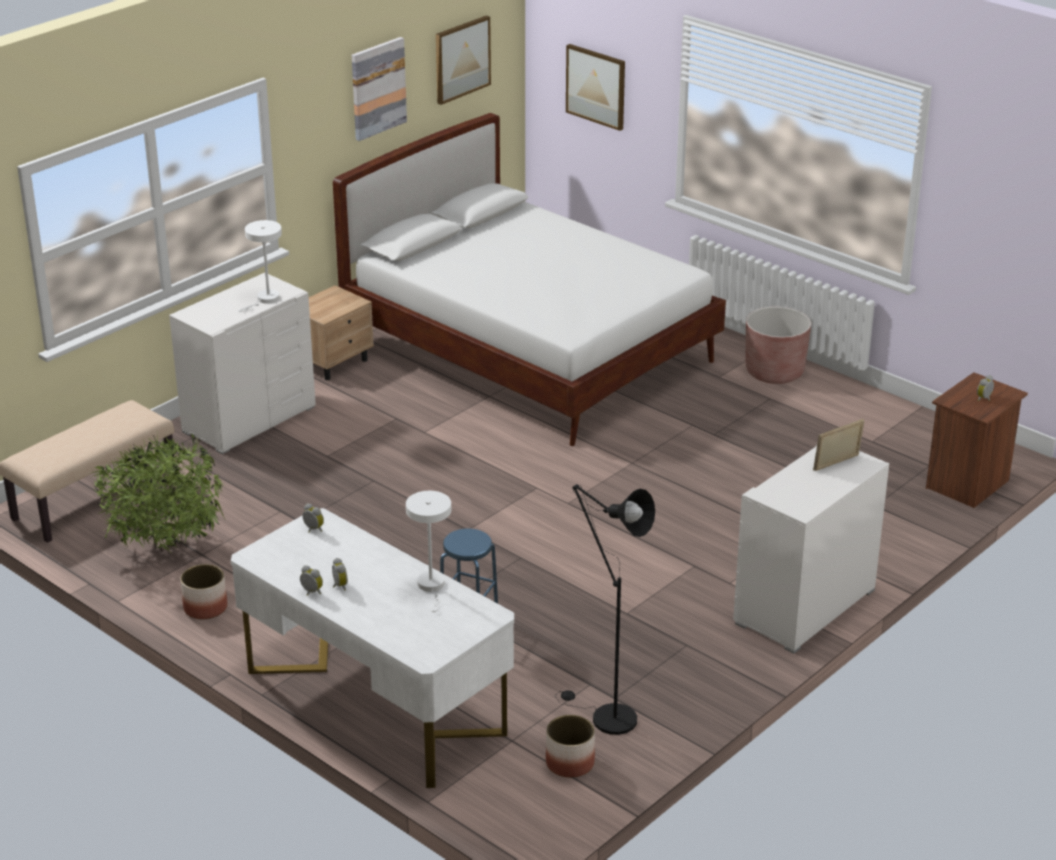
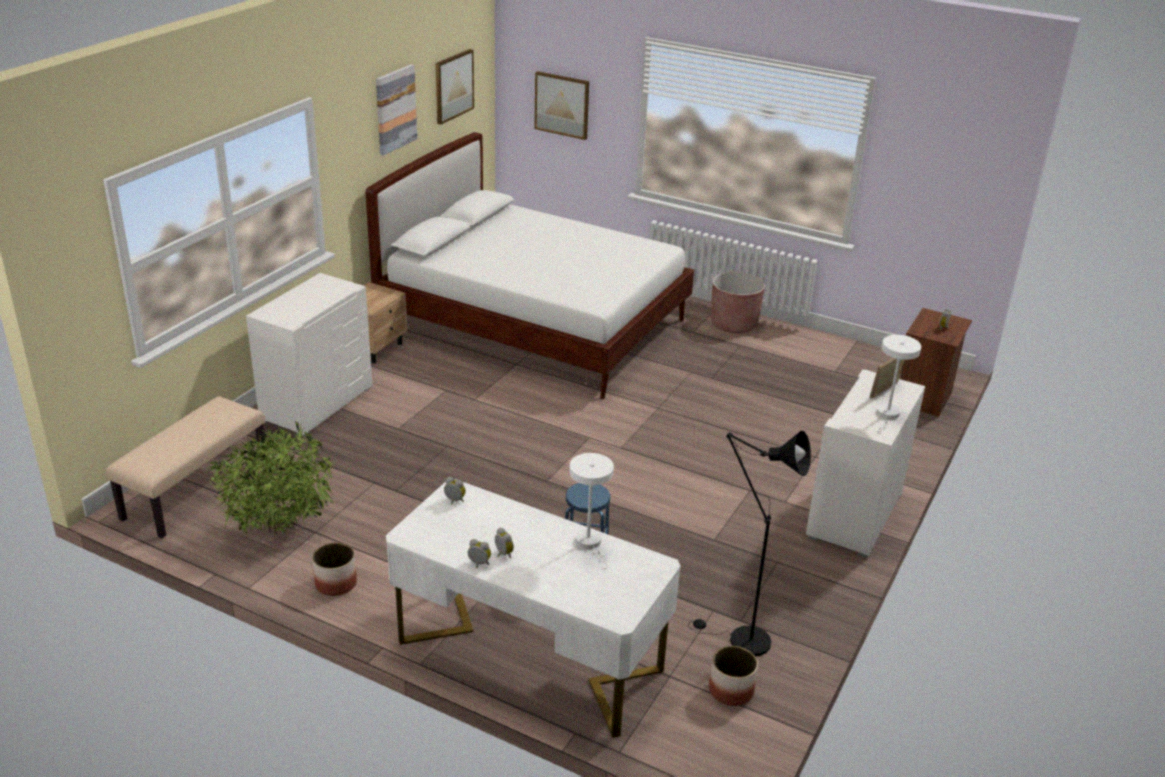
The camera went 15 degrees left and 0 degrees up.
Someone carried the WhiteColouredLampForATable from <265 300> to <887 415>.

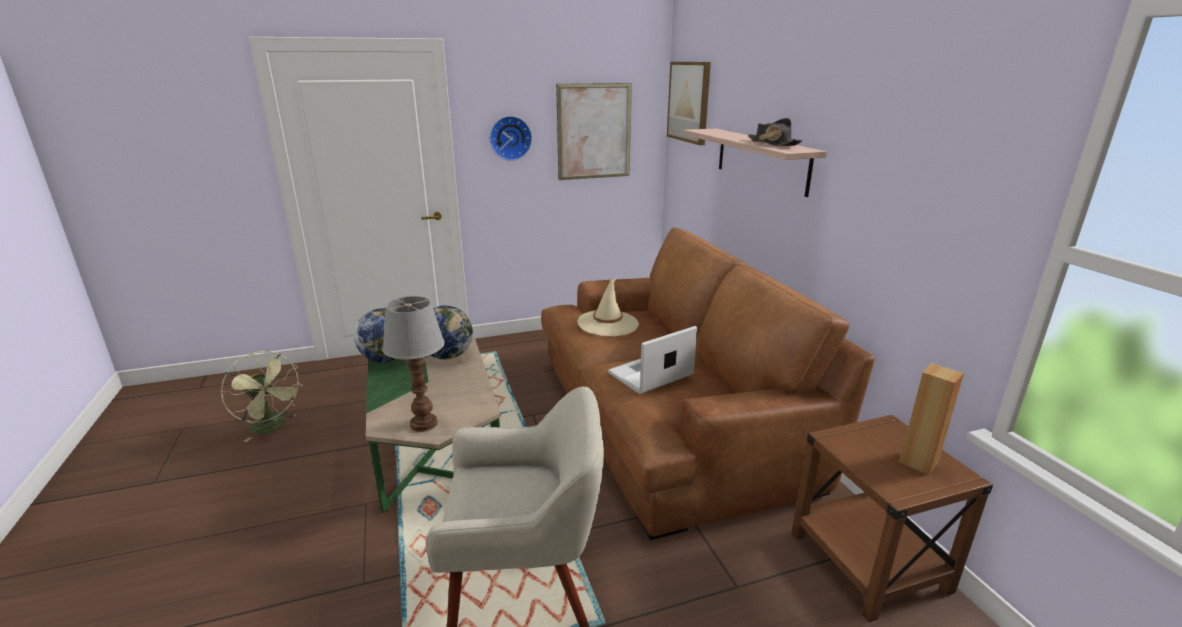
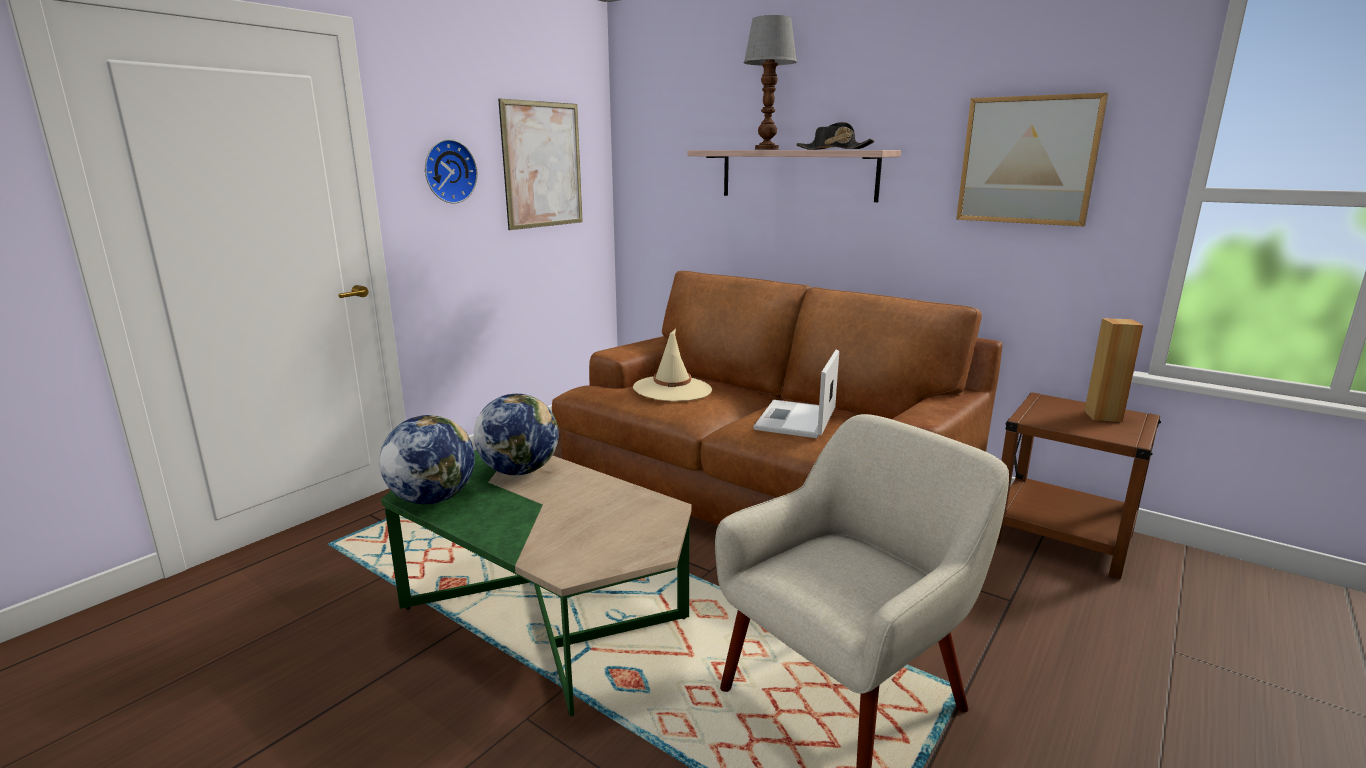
The camera went 35 degrees left and 5 degrees down.
Someone carried the LampForATable from <425 424> to <767 149>.
Someone carried the WallArt from <689 102> to <1028 160>.
Someone took away the GreenFan at <273 427>.

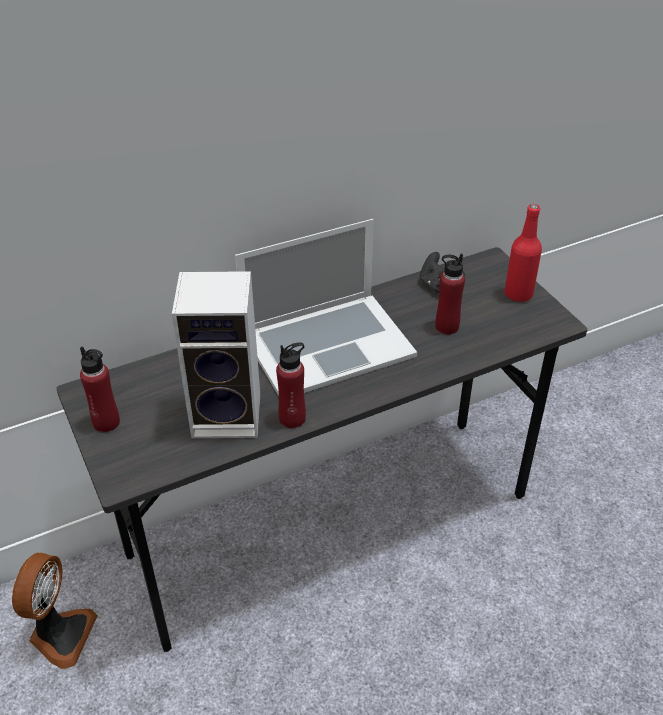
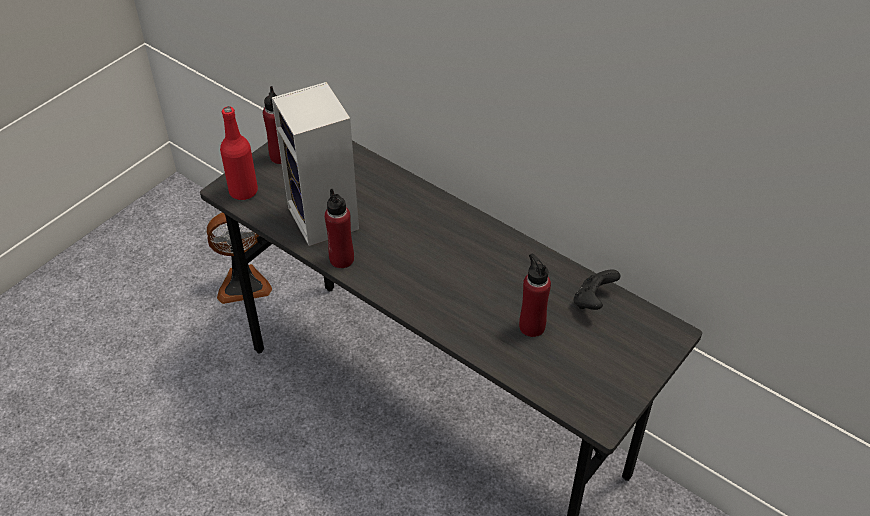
The camera went 65 degrees right and 5 degrees up.
Someone carried the ReddishBeverageBottle from <518 294> to <243 191>.
Someone took away the Laptop at <327 344>.

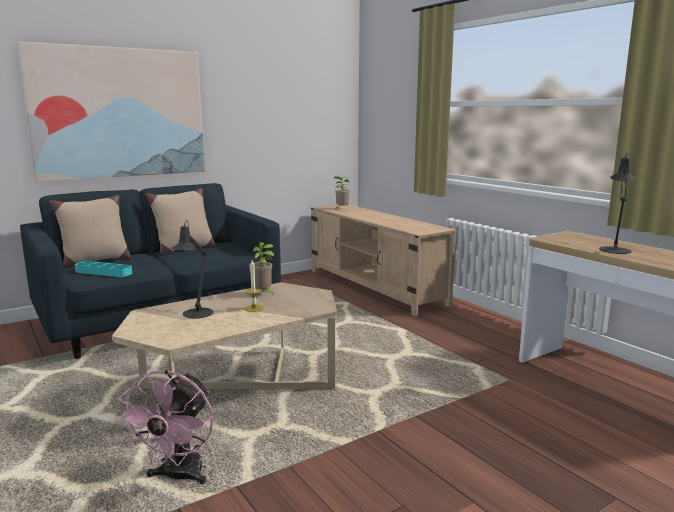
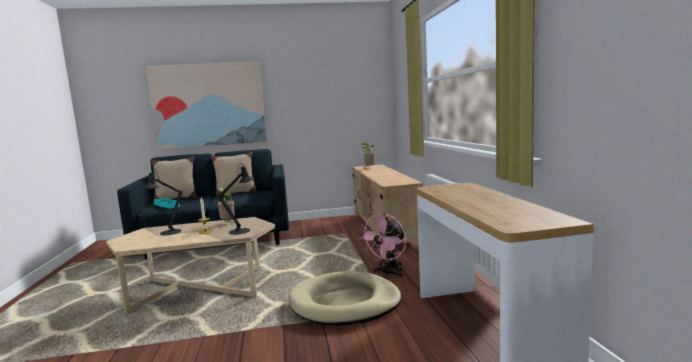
The camera went 25 degrees right and 5 degrees down.
Someone carried the BlackColouredLampForATable from <614 249> to <242 230>.
Someone put down the SandColouredDogCushion at <344 303>.
Someone carried the PinkColouredFan from <178 477> to <388 273>.

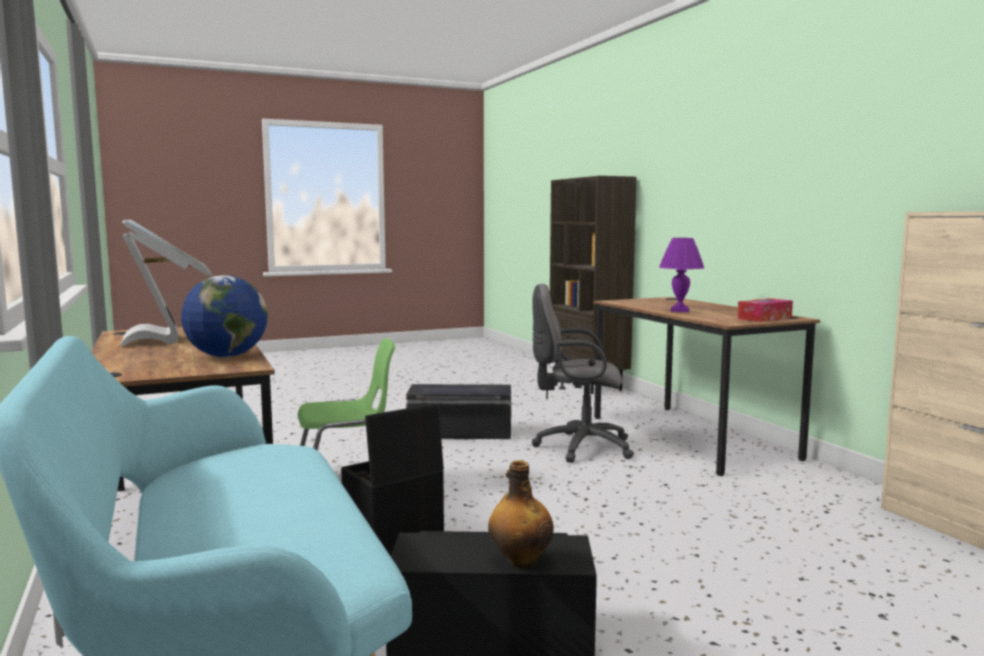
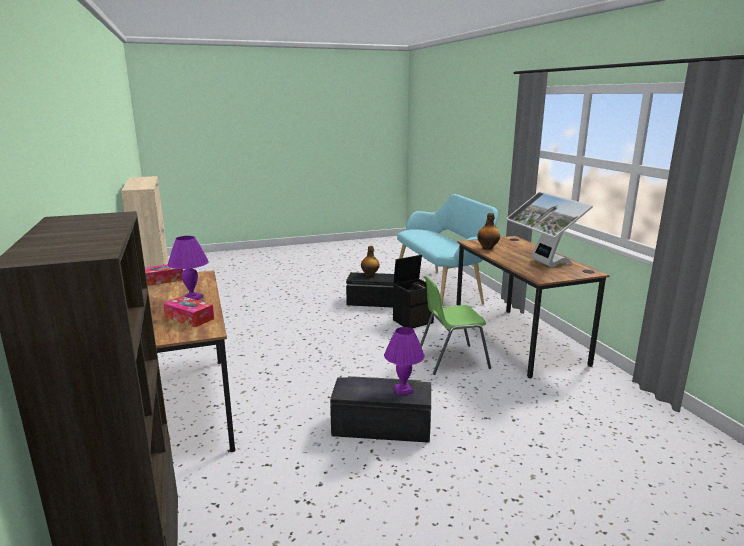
The camera went 175 degrees left and 10 degrees up.
Someone put down the TissueHolder at <189 318>.
Someone put down the PurplishLampForATable at <403 390>.
Someone swapped the WorldGlobe at <226 356> for the BeverageBottle at <488 248>.
Someone took away the GreyOfficeChair at <578 447>.

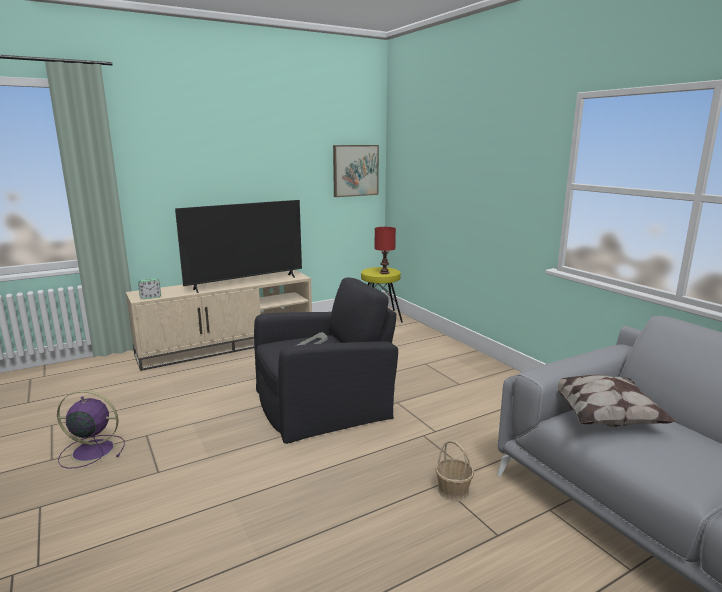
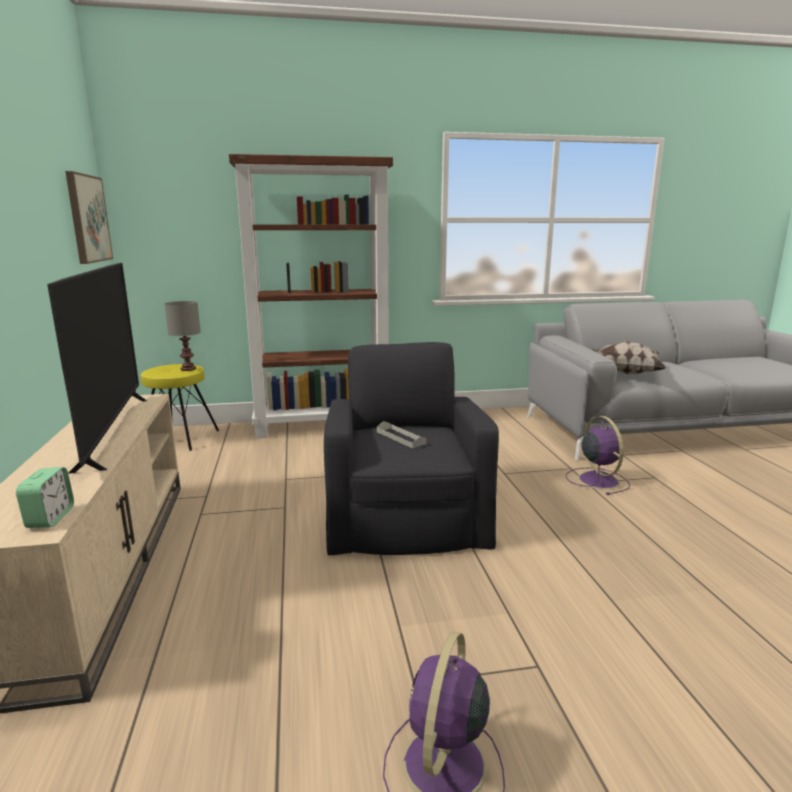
The camera went 70 degrees left and 0 degrees up.
Someone repainted the ReddishLampForATable at <384 273>, which became the GreyLampForATable at <188 369>.
Someone put down the BrownColouredShelvingUnit at <323 426>.
Someone swapped the HouseholdBasket at <453 490> for the PurplishFan at <597 480>.

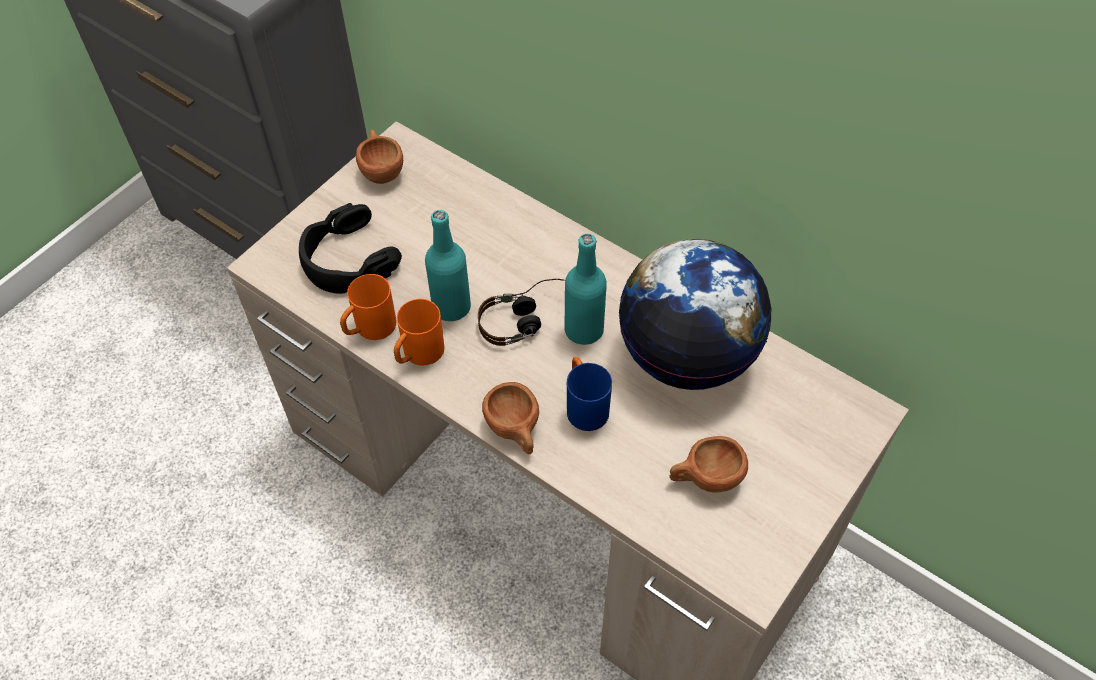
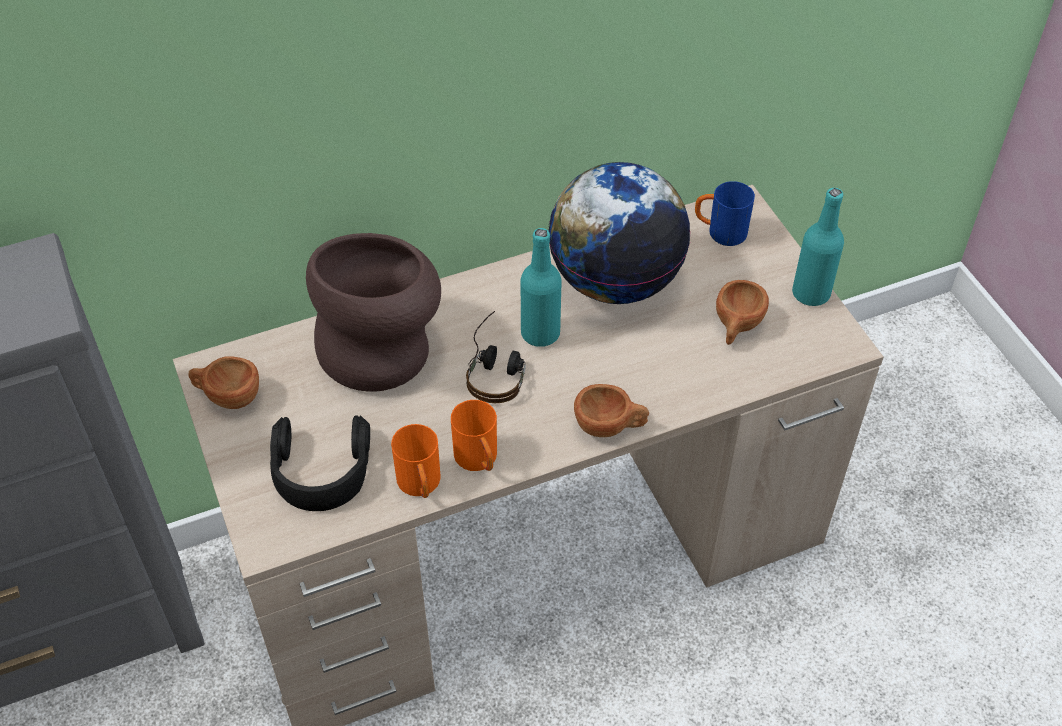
The camera went 60 degrees left and 5 degrees down.
Someone put down the BrownColouredVase at <382 349>.
Someone carried the BlueColouredCoffeeMug from <584 406> to <719 232>.
Someone carried the TurquoiseBeverageBottle from <451 307> to <811 293>.

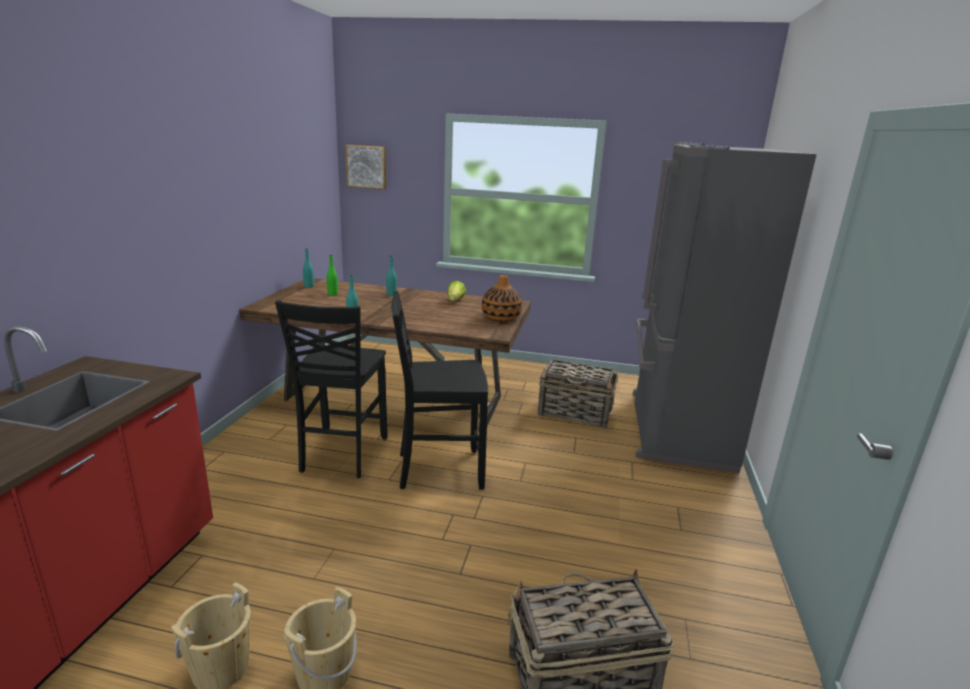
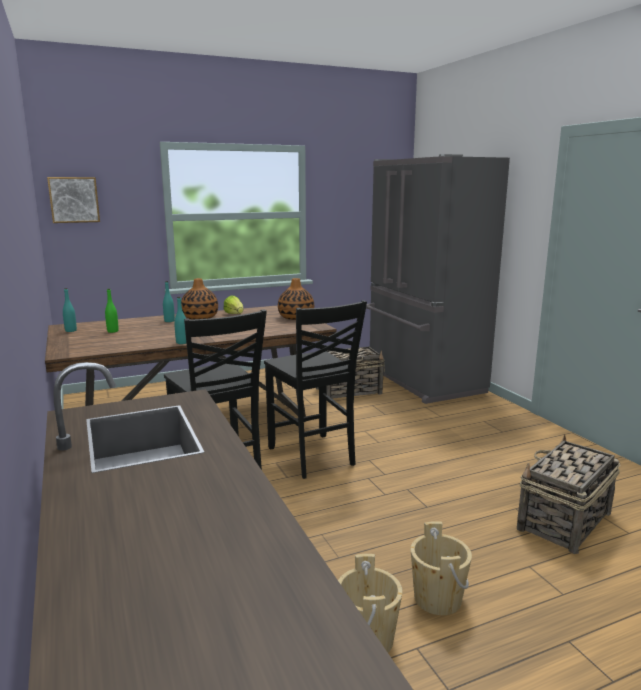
The camera went 35 degrees left and 5 degrees down.
Someone put down the Vase at <200 317>.
Someone rotated the BlackColouredChair at <438 469> by 75 degrees counterclockwise.

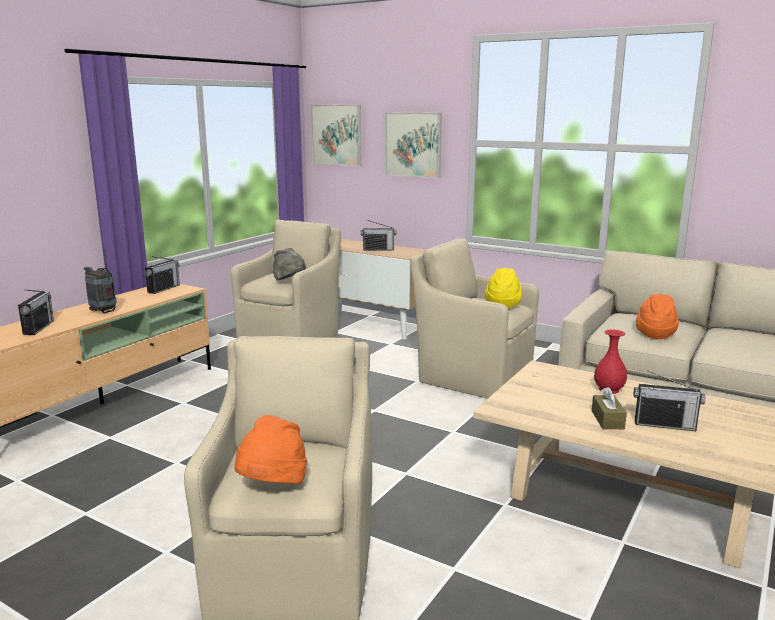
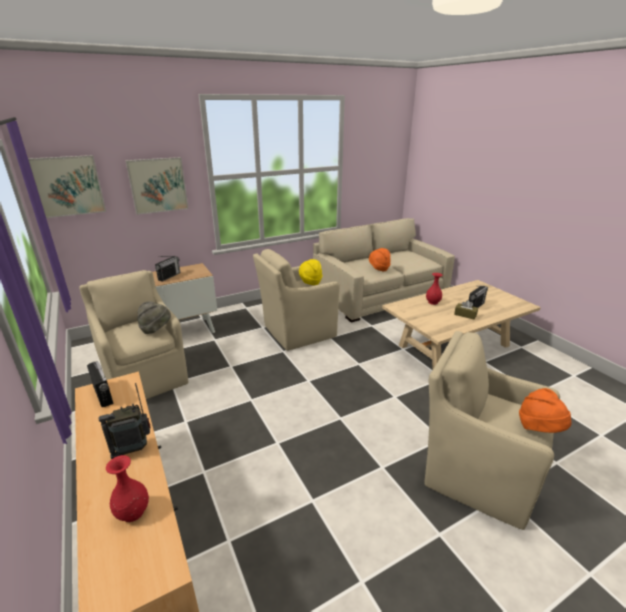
The camera went 60 degrees left and 10 degrees up.
Someone swapped the RadioSet at <38 328> for the ReddishVase at <132 512>.

